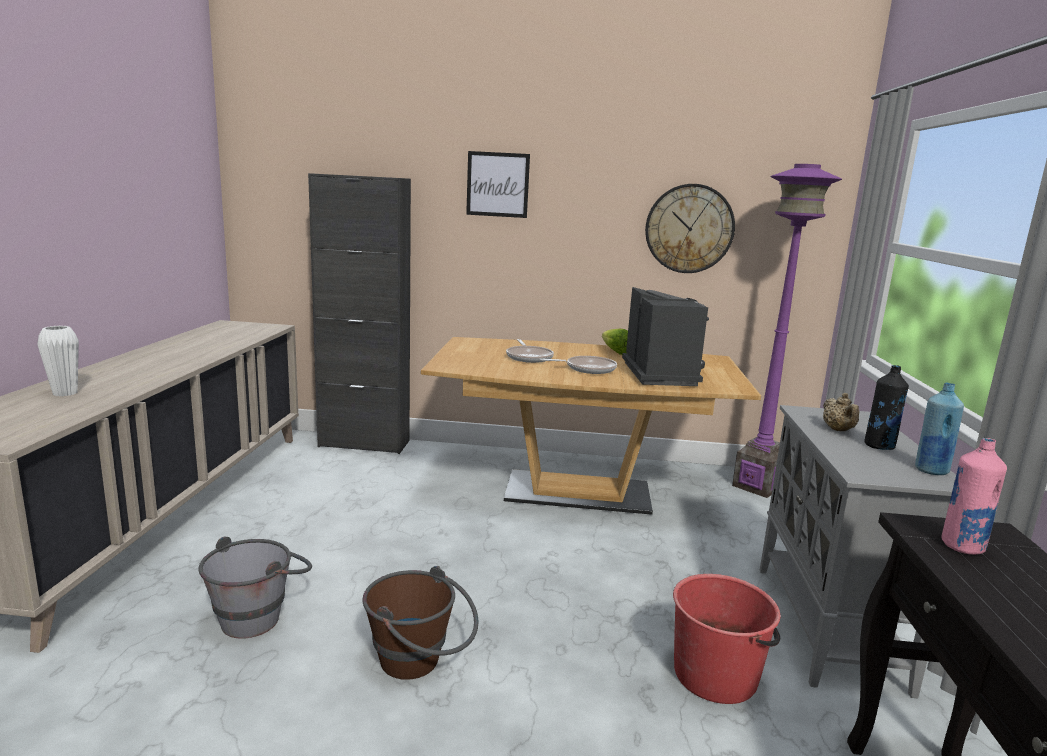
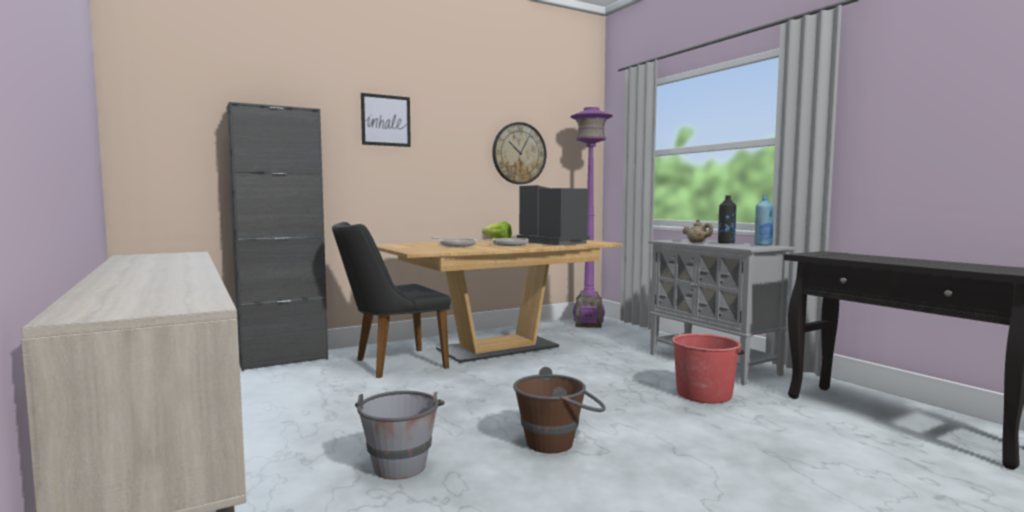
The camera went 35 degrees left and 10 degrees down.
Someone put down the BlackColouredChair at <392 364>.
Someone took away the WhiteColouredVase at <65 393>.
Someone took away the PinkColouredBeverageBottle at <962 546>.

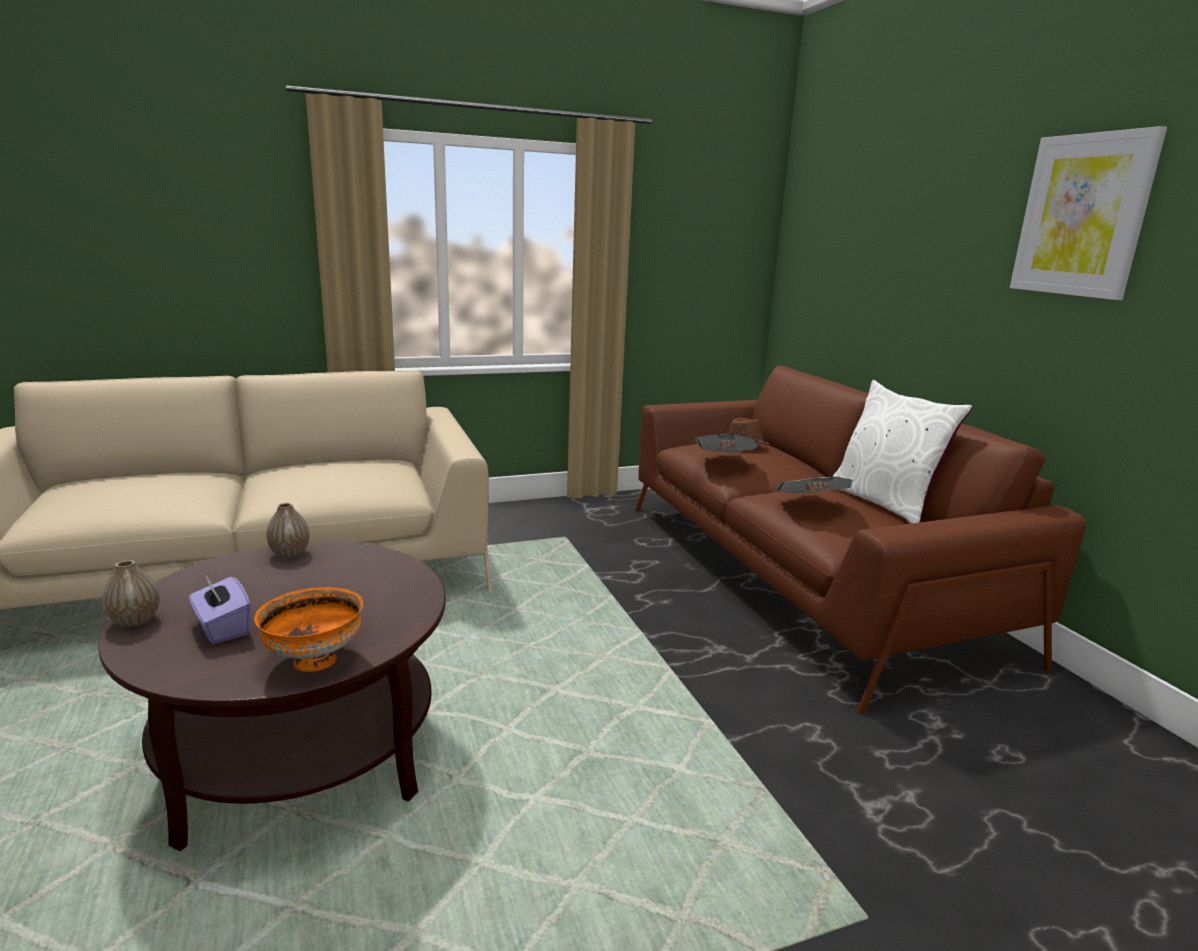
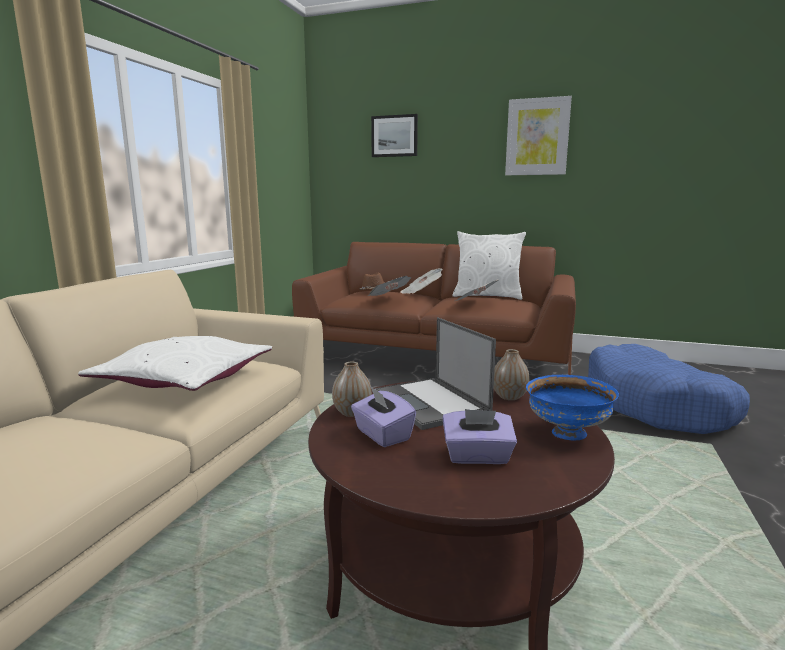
The camera went 50 degrees left and 5 degrees down.
Someone put down the WhiteColouredCushion at <184 378>.
Someone put down the PurplishTissueHolder at <382 435>.
Someone put up the WallArt at <394 136>.
Someone put down the Laptop at <431 403>.
Someone put down the PrintedPaper at <421 292>.
Someone carried the Vase from <135 621> to <509 397>.
Someone repainted the OrangeColouredBowl at <314 660>, which became the BlueColouredBowl at <567 434>.
Someone put down the BlueColouredDogCushion at <656 406>.

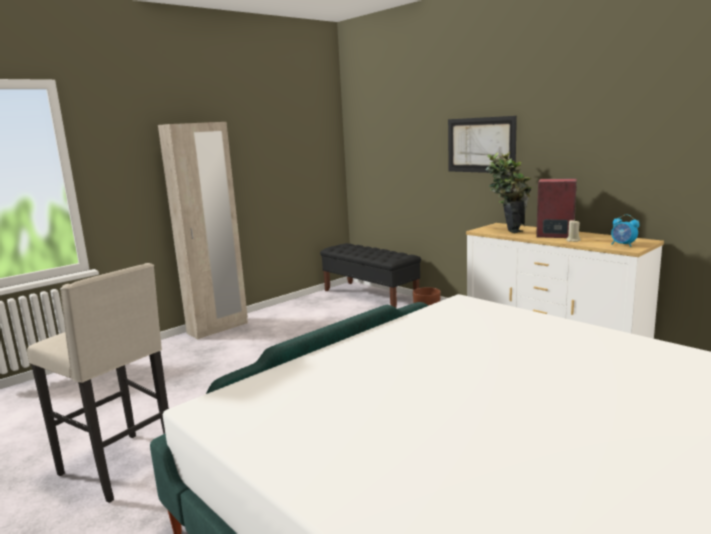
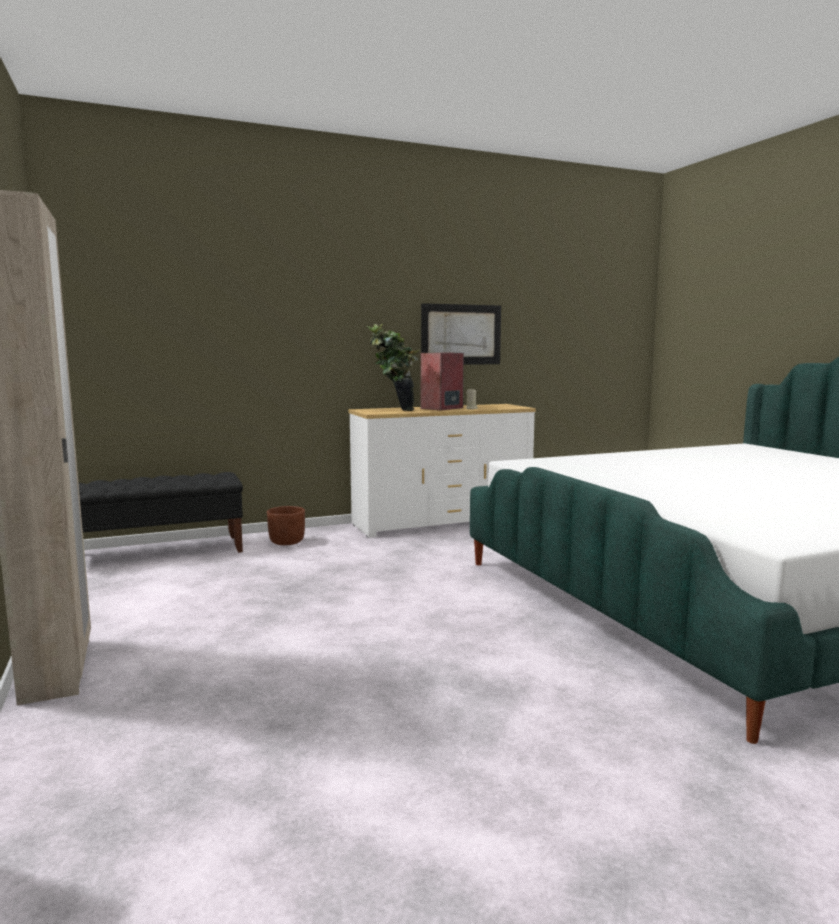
The camera went 70 degrees left and 5 degrees down.
Someone carried the WallArt from <480 145> to <461 334>.
Someone took away the SandColouredStoolSeat at <122 468>.
Someone took away the TableClock at <623 245>.

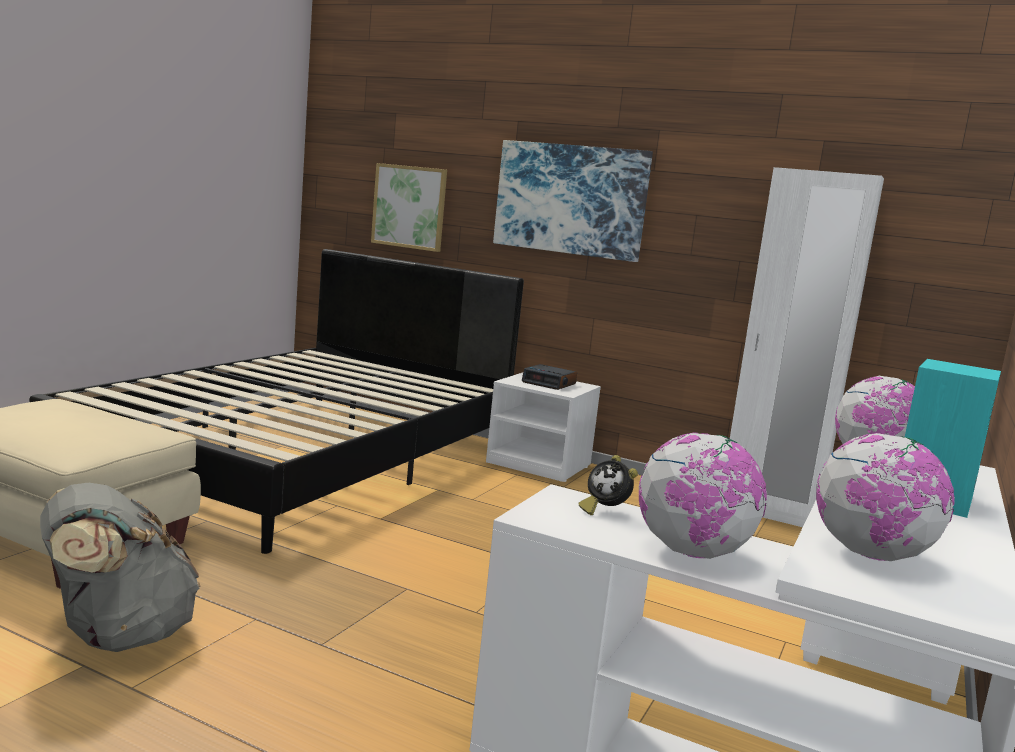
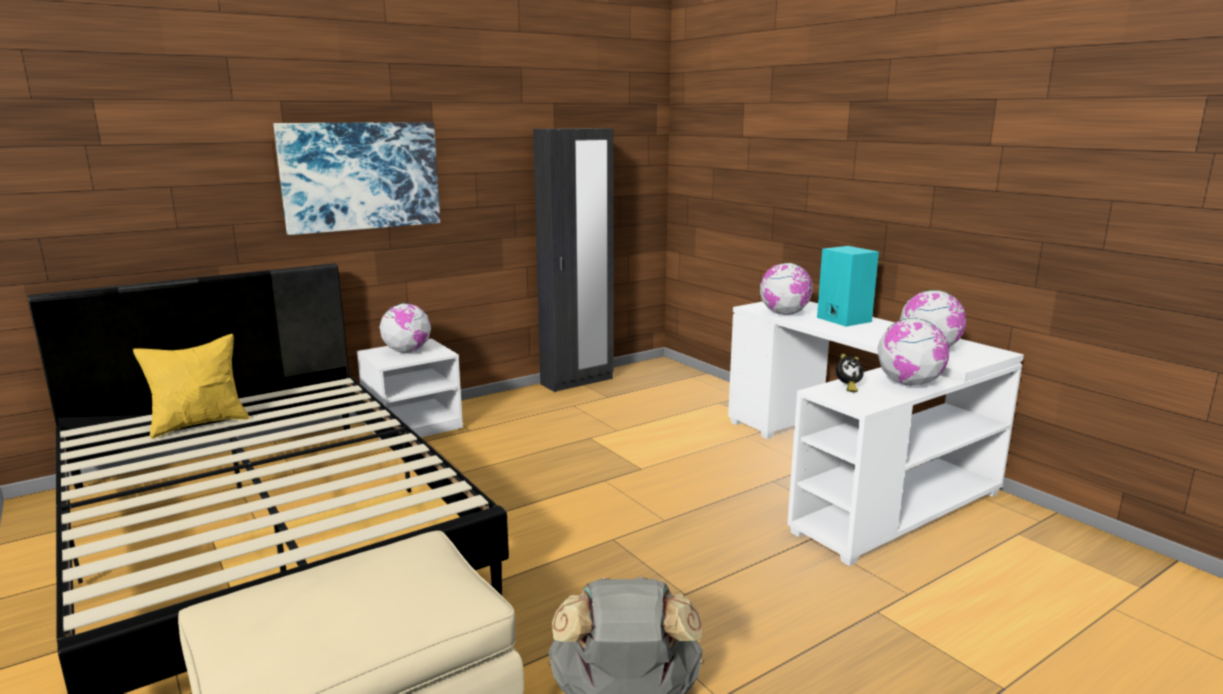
The camera went 60 degrees left and 5 degrees up.
Someone put down the YellowColouredCushion at <199 424>.
Someone swapped the TableClock at <549 383> for the WorldGlobe at <407 351>.
Someone repainted the WhiteColouredArmoire at <768 513>, which became the BlackColouredArmoire at <577 381>.
Someone took away the WallArt at <409 207>.

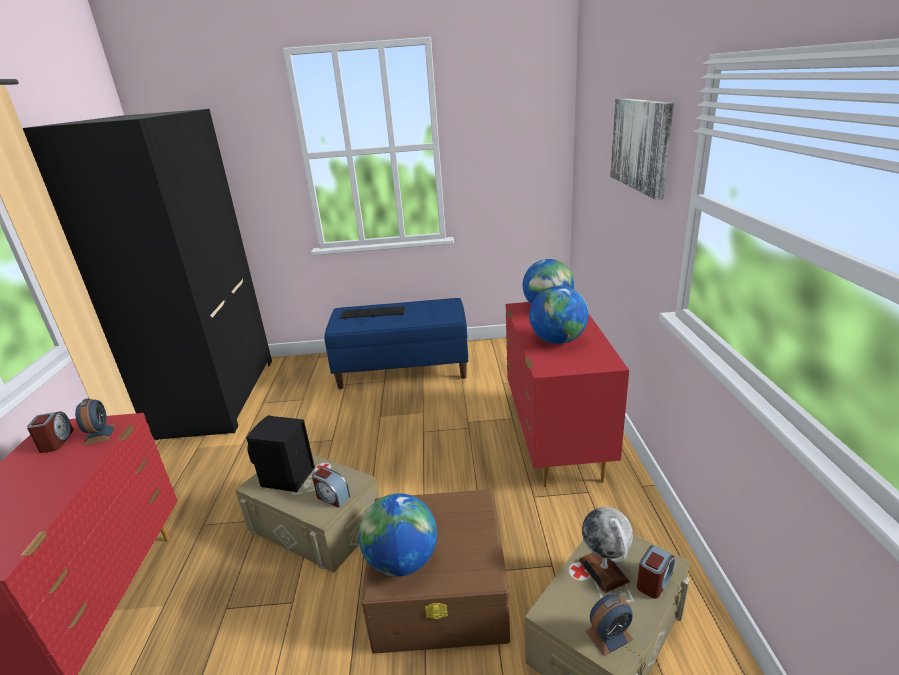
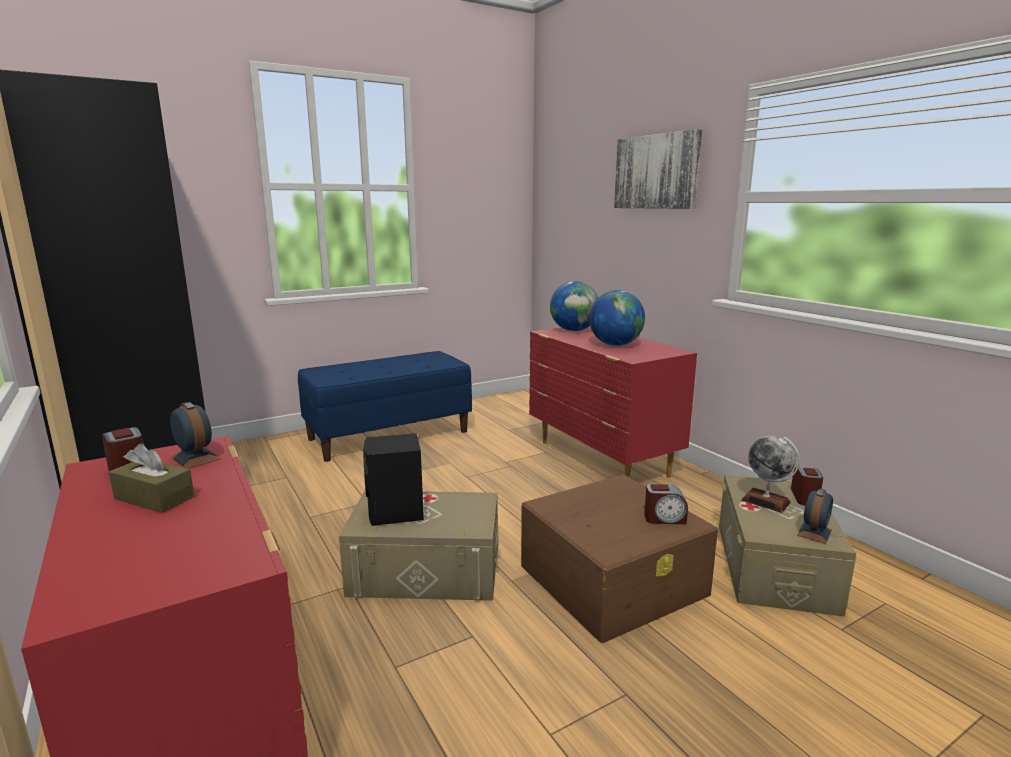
The camera went 30 degrees left and 10 degrees down.
Someone put down the BrownColouredTissueHolder at <154 498>.
Someone carried the TableClock from <332 497> to <664 518>.
Someone took away the ComputerKeyboard at <373 312>.
Someone took away the WorldGlobe at <402 561>.

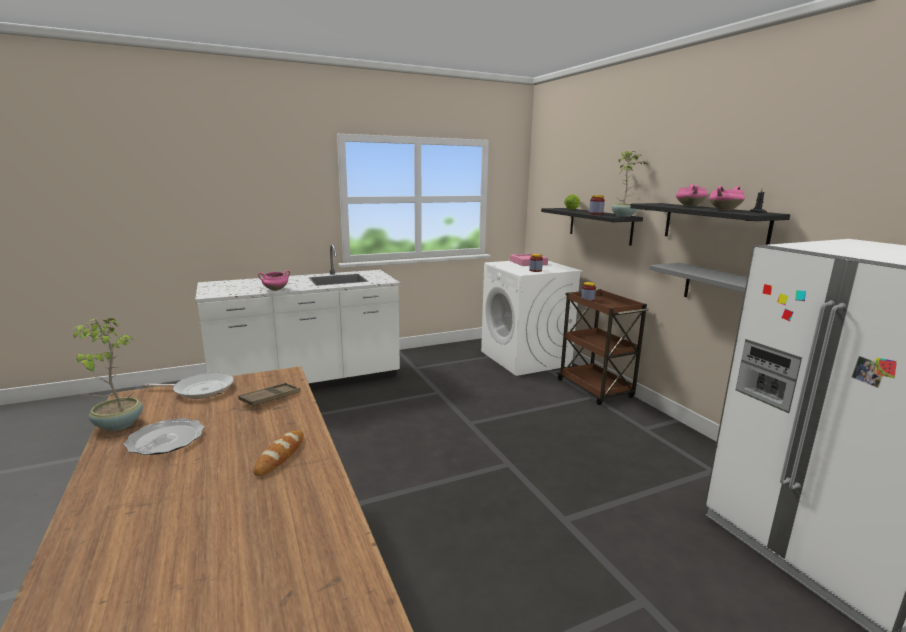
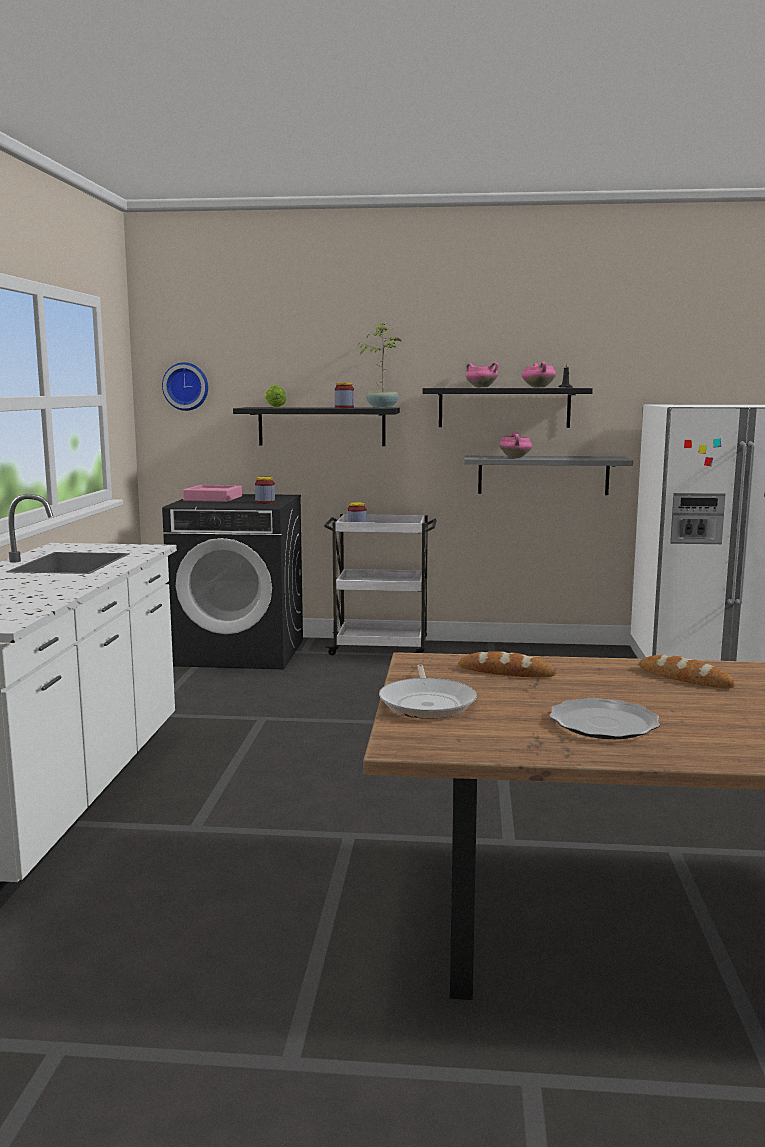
The camera went 60 degrees left and 5 degrees down.
Someone put up the HangingClock at <186 386>.
Someone repainted the WhiteColouredLaundryAppliance at <525 358>, which became the BlackColouredLaundryAppliance at <240 652>.
Someone repainted the BrownColouredCart at <595 389>, which became the WhiteColouredCart at <381 648>.
Someone rotated the Skillet at <200 389> by 150 degrees clockwise.
Someone swapped the BrownColouredCarryingTray at <270 398> for the Bread at <506 672>.
Someone carried the PinkColouredSaucepot from <275 290> to <515 457>.
Someone took away the PottedPlant at <117 425>.

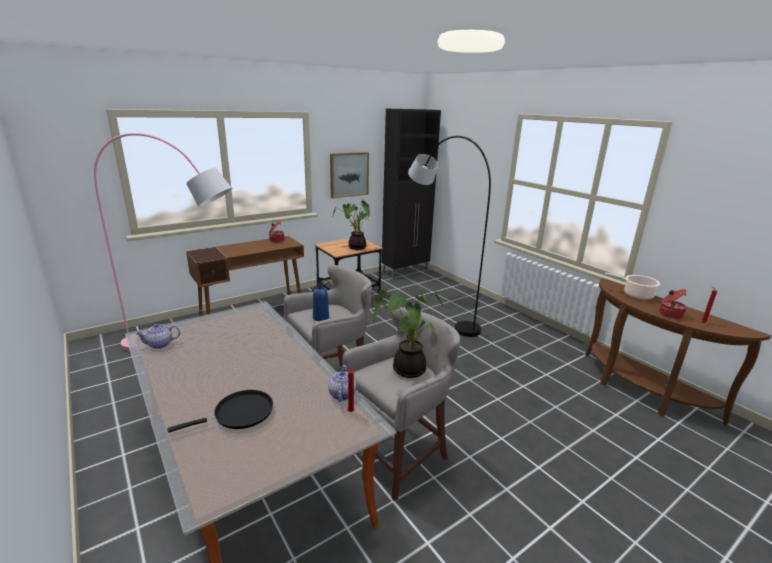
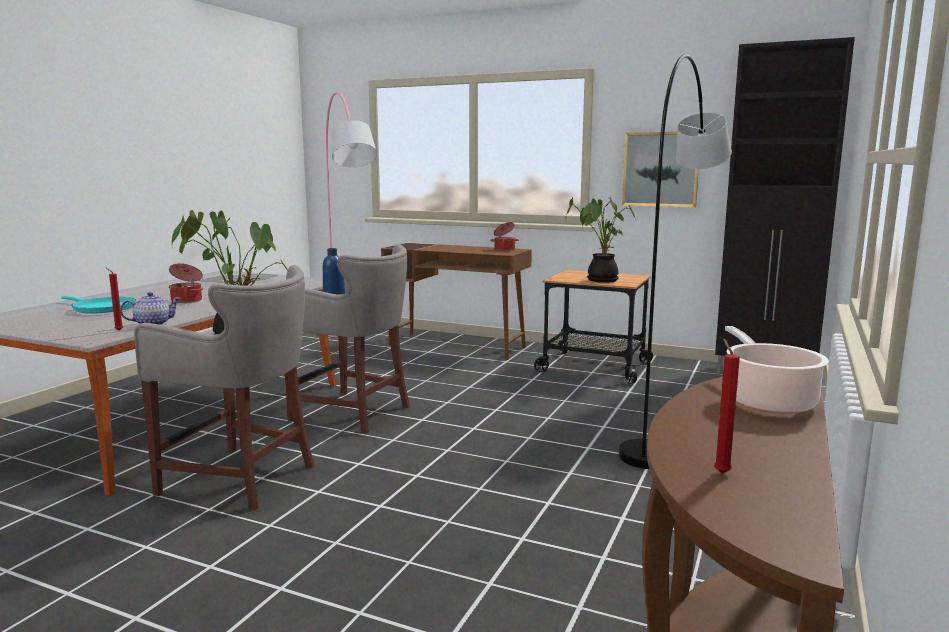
The camera went 60 degrees right and 10 degrees down.
Someone repainted the BlackColouredSkillet at <239 414>, which became the TurquoiseSkillet at <101 308>.
Someone carried the Saucepot from <669 314> to <187 300>.
Someone took away the TeaPot at <160 344>.

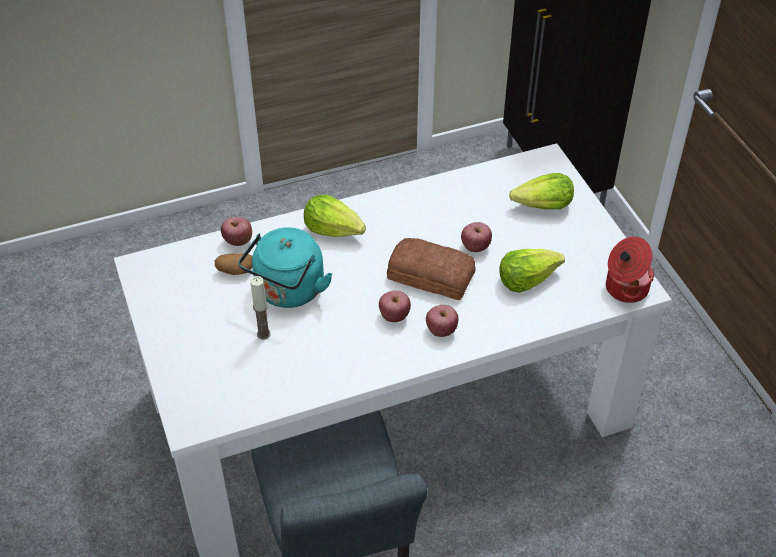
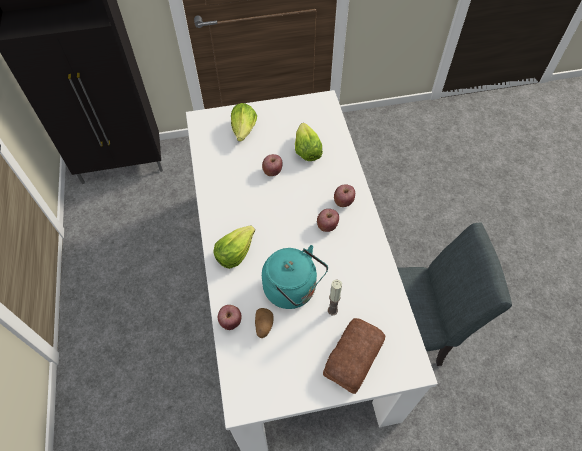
The camera went 80 degrees left and 10 degrees up.
Someone carried the Bread from <430 274> to <352 357>.
Someone took away the Saucepot at <625 288>.

